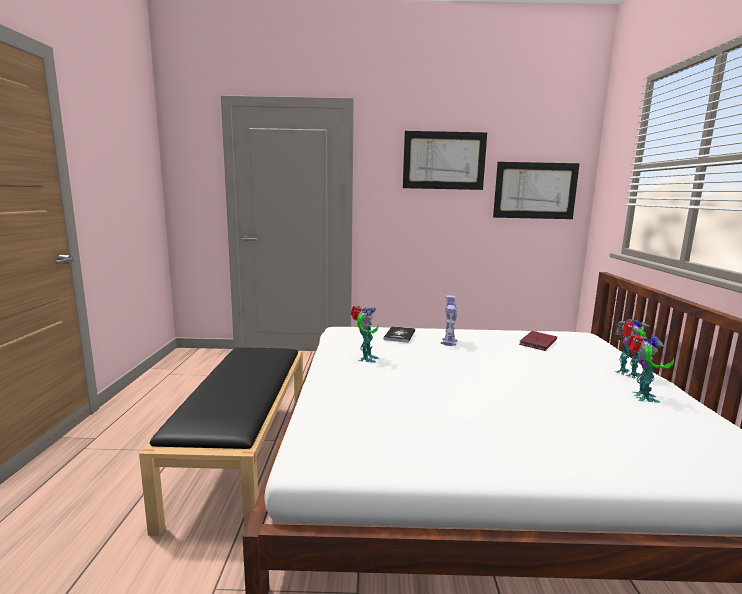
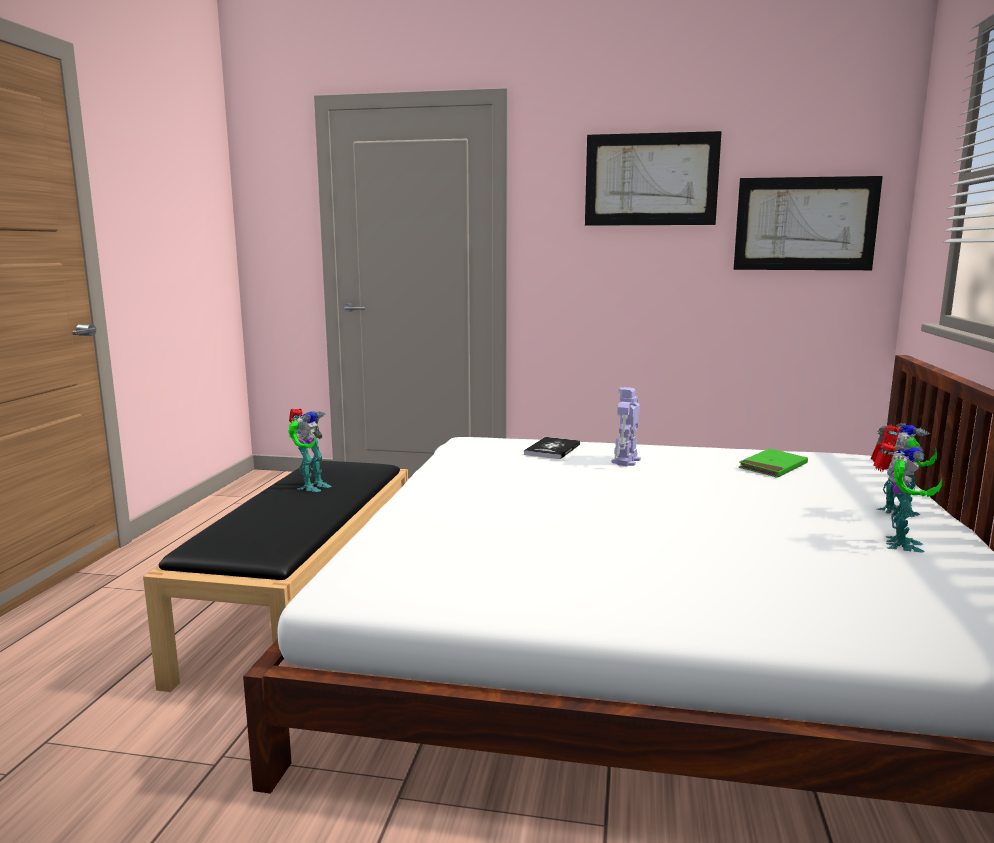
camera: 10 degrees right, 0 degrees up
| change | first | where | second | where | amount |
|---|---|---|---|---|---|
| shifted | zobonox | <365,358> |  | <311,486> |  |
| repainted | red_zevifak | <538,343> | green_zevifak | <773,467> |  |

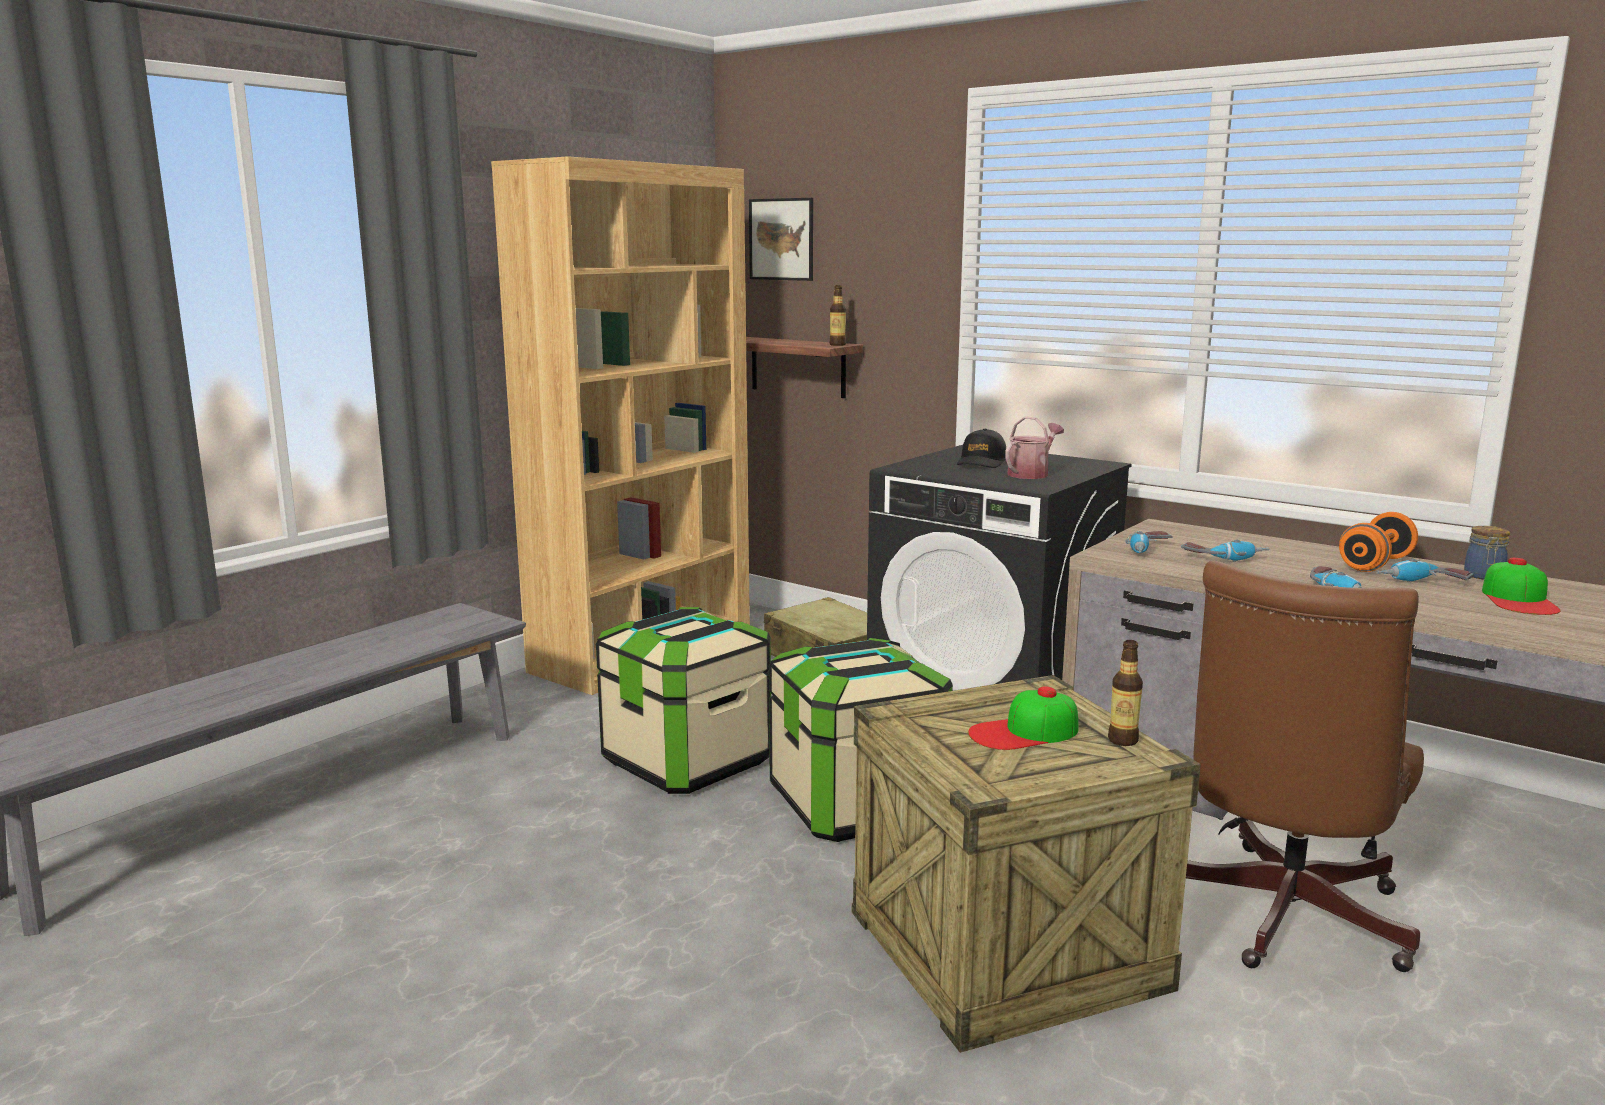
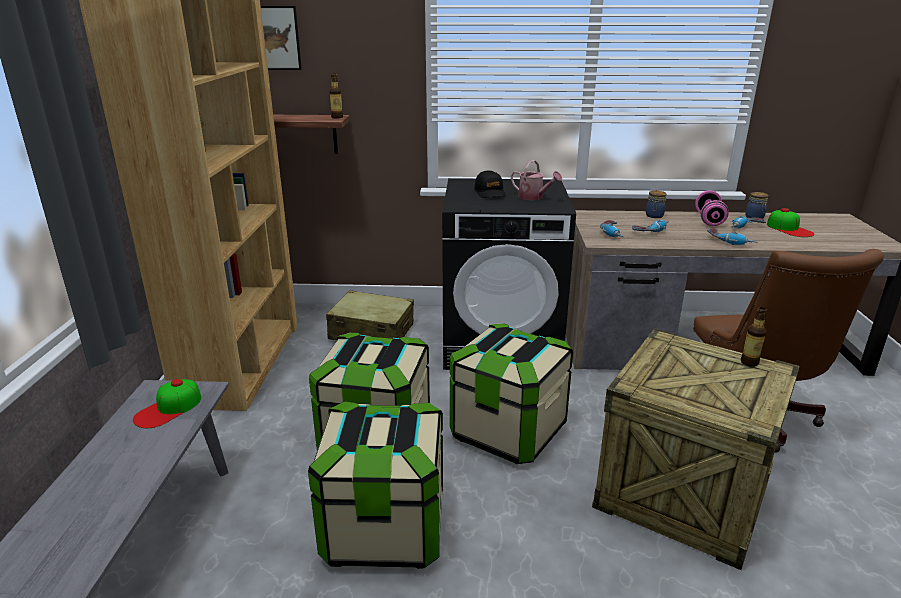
camera: 35 degrees left, 10 degrees up
| change | first | where | second | where | amount |
|---|---|---|---|---|---|
| shifted | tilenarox | <1024,732> |  | <168,409> |  |
| rotated | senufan | <1031,474> |  | <534,197> | 120 degrees clockwise |
| repainted | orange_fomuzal | <1375,564> | pink_fomuzal | <709,220> |  |
| new |  |  | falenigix | <385,528> |  |
| new |  |  | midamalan | <654,216> |  |

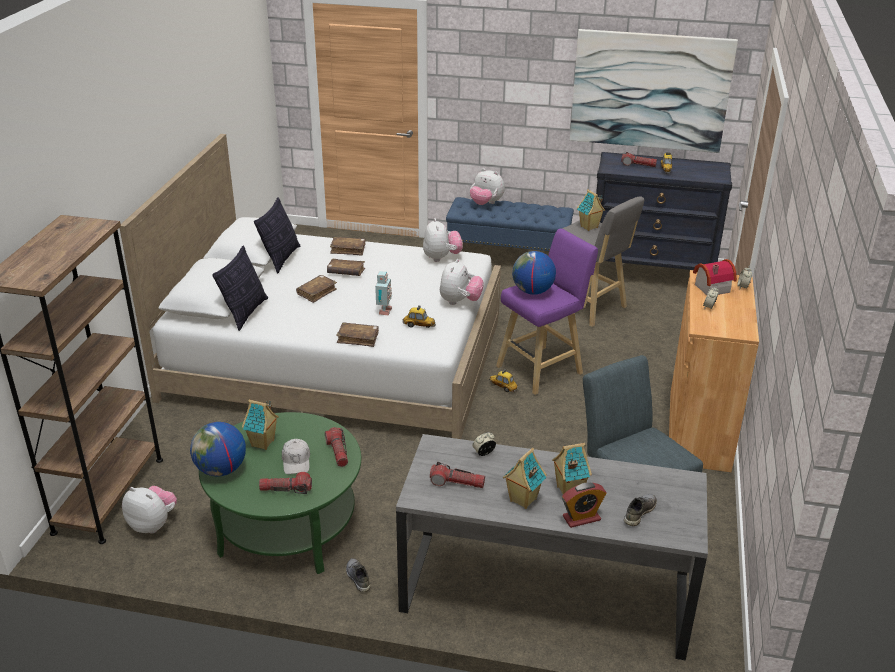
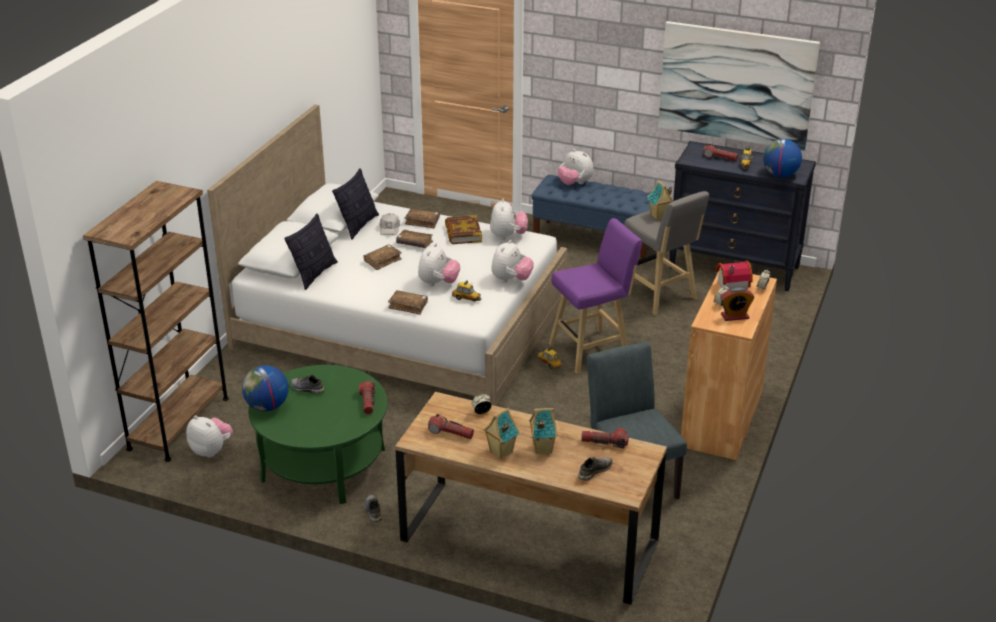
camera: 10 degrees right, 0 degrees up
| change | first | where | second | where | amount |
|---|---|---|---|---|---|
| swapped | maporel | <263,443> | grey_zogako | <306,389> |  |
| shifted | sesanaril | <286,489> |  | <604,443> |  |
| shifted | white_tilenarox | <296,461> |  | <389,229> |  |
| swapped | zobonox | <383,311> | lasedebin | <438,283> |  |
| repainted | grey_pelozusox | <545,593> | brown_pelozusox | <529,540> |  |
| shifted | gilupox | <532,291> |  | <780,175> |  |
| shifted | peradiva | <581,518> |  | <735,316> |  |
| new |  |  | zevifak | <463,233> |  |

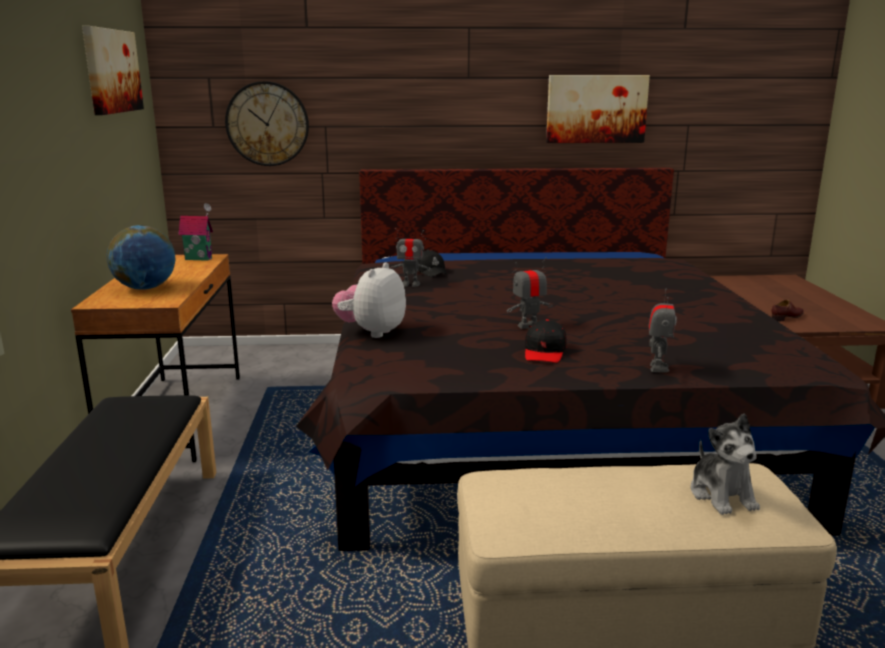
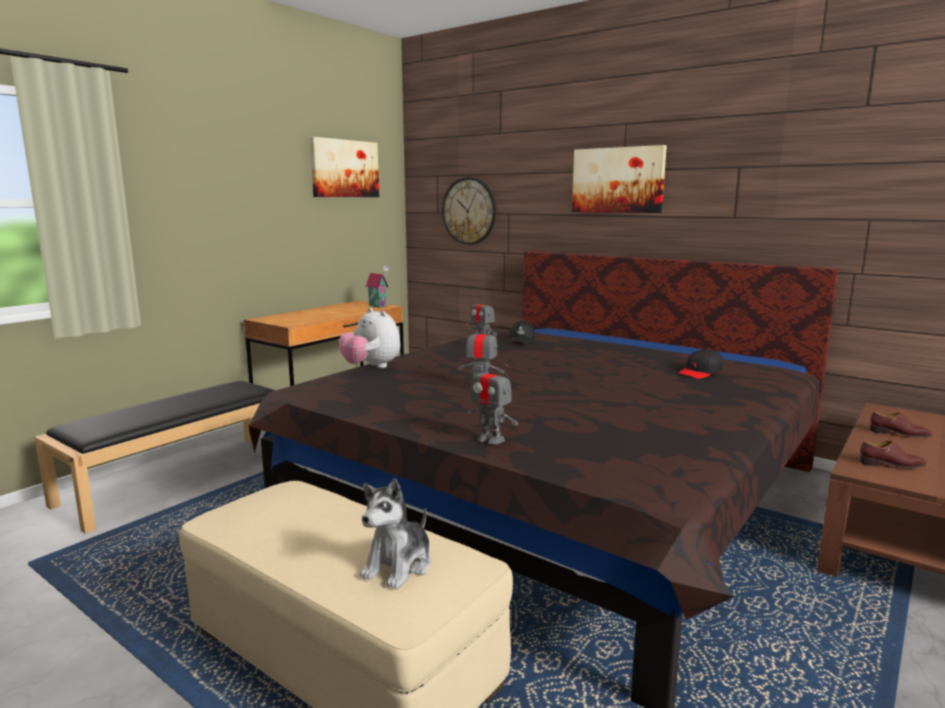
camera: 40 degrees right, 5 degrees down
| change | first | where | second | where | amount |
|---|---|---|---|---|---|
| gone | gilupox | <145,288> |  |  |  |
| rotated | lasedebin | <371,332> |  | <371,367> | 105 degrees counterclockwise |
| shifted | black_tilenarox | <545,352> |  | <700,372> |  |
| shifted | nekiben | <596,109> |  | <618,180> |  |
| rotated | zobonox | <657,367> |  | <490,439> | 75 degrees clockwise |
| new |  |  | brown_zogako | <899,434> |  |

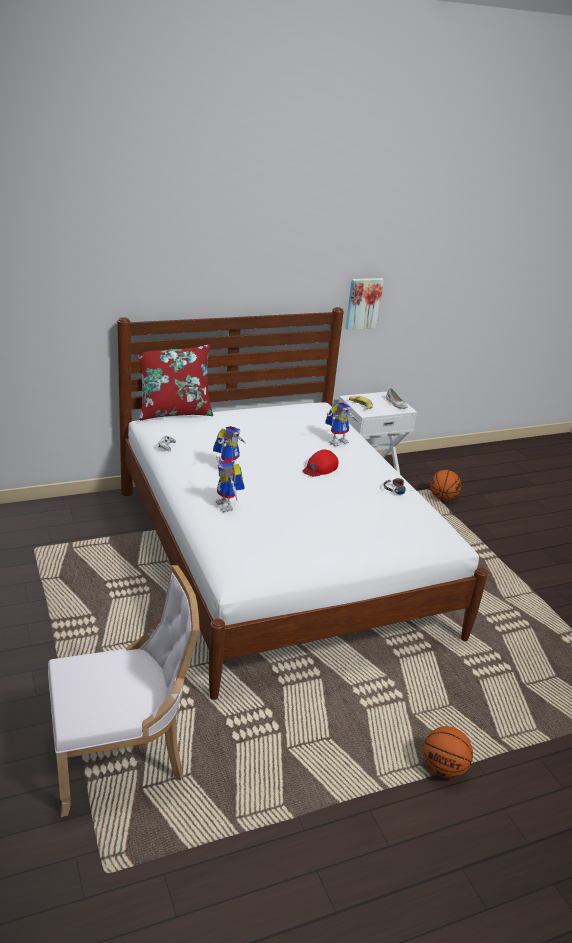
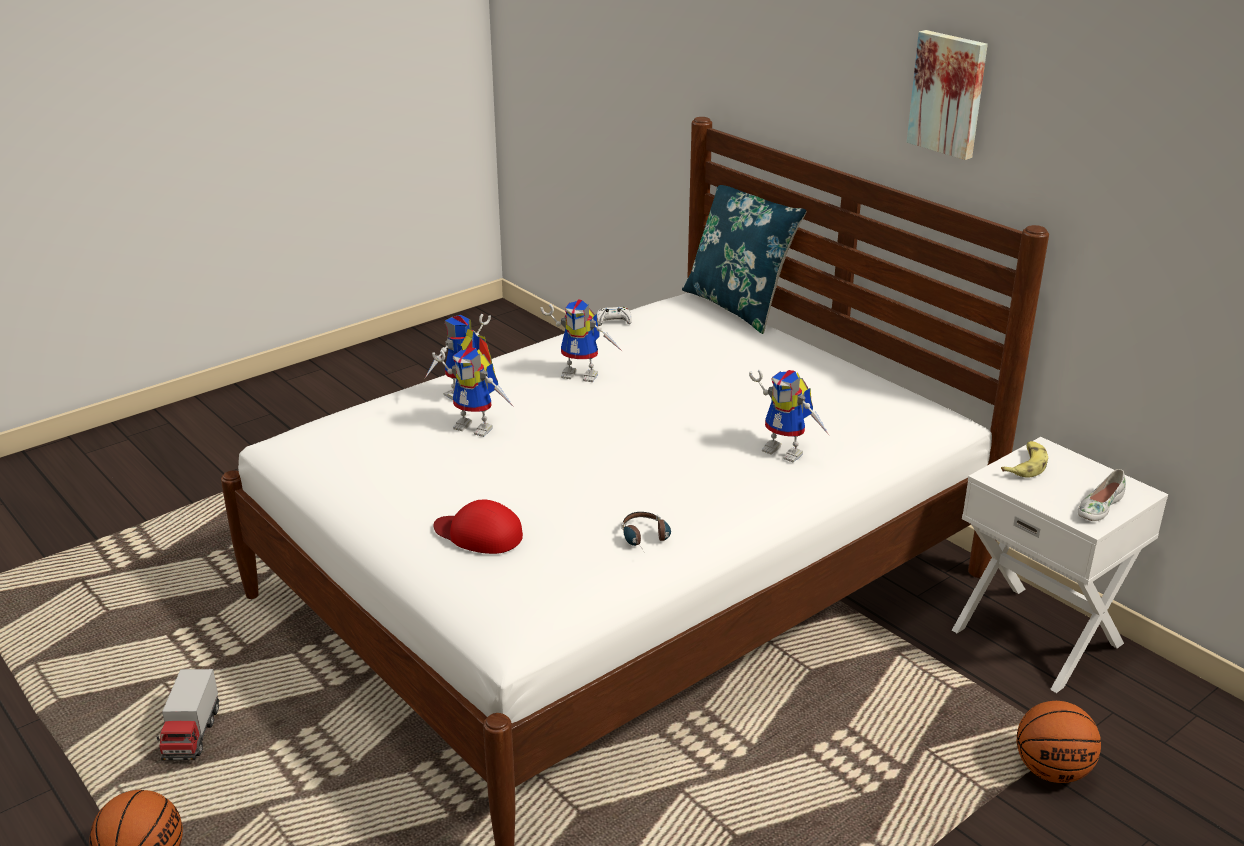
camera: 75 degrees right, 0 degrees up
| change | first | where | second | where | amount |
|---|---|---|---|---|---|
| gone | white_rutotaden | <123,757> |  |  |  |
| repainted | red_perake | <174,412> | blue_perake | <738,306> |  |
| shifted | red_tilenarox | <320,468> |  | <479,534> |  |
| shifted | nekiben | <363,303> |  | <949,94> |  |
| new |  |  | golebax | <192,735> |  |
| new |  |  | zobonox | <479,426> |  |

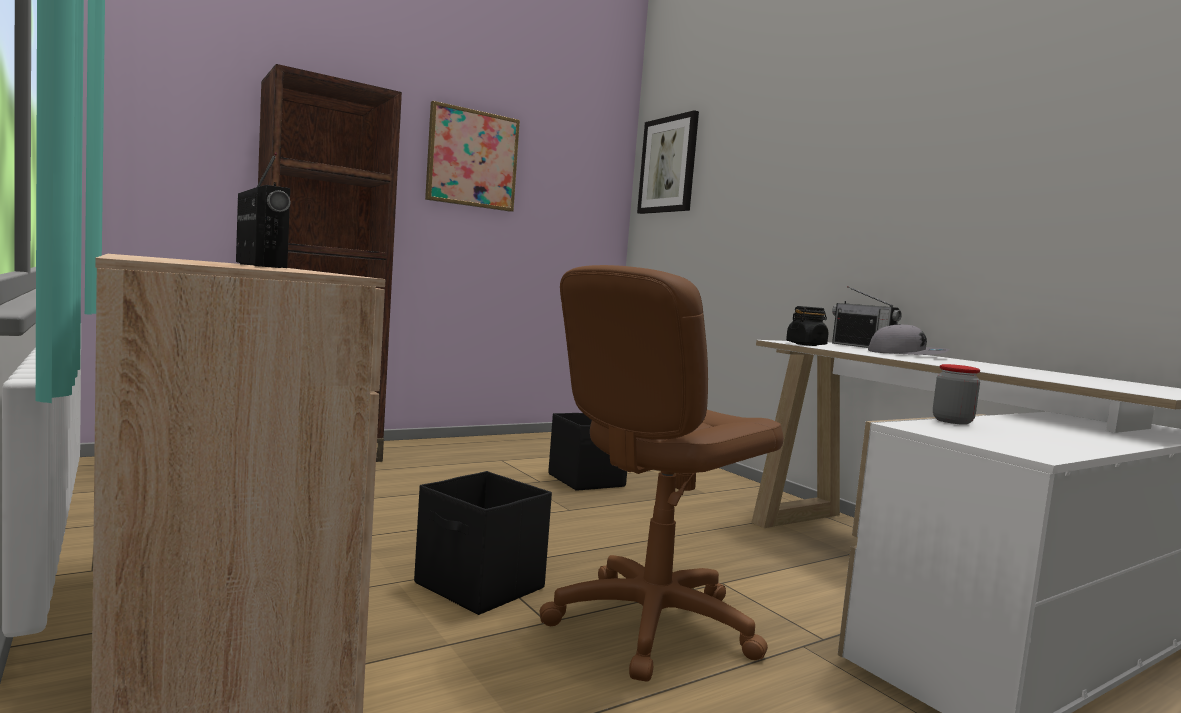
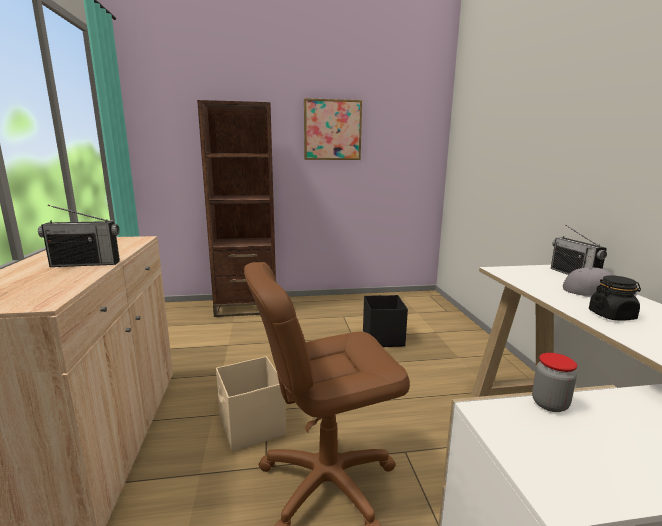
camera: 25 degrees right, 10 degrees up
| change | first | where | second | where | amount |
|---|---|---|---|---|---|
| rotated | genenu | <260,266> |  | <86,264> | 90 degrees clockwise |
| repainted | black_falenigix | <480,586> | beige_falenigix | <251,427> |  |
| gone | nekiben | <668,165> |  |  |  |
| shifted | black_midamalan | <806,344> |  | <612,315> |  |

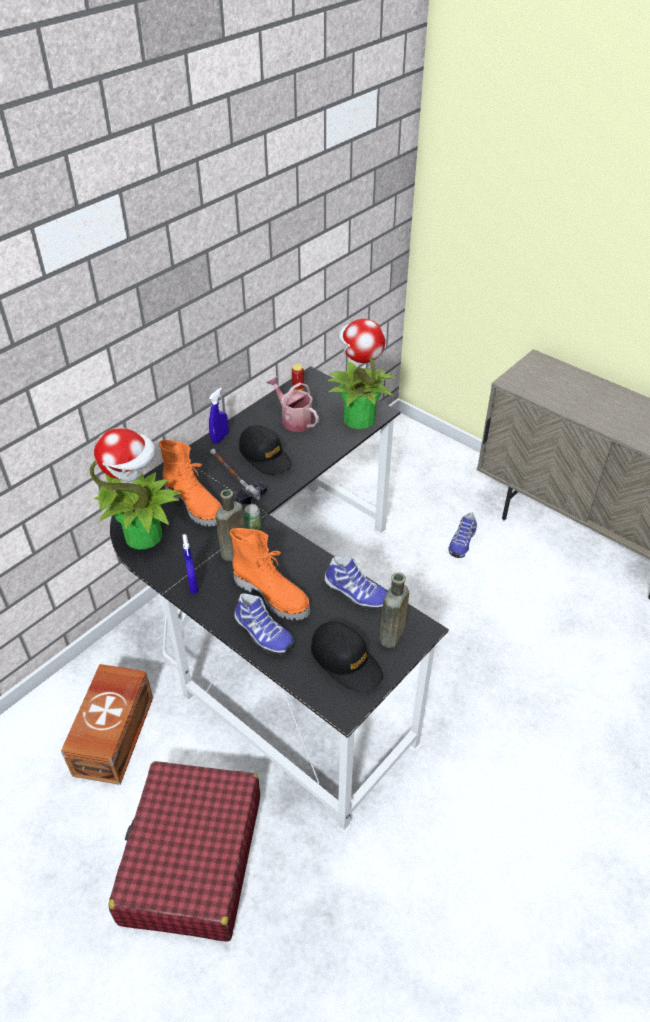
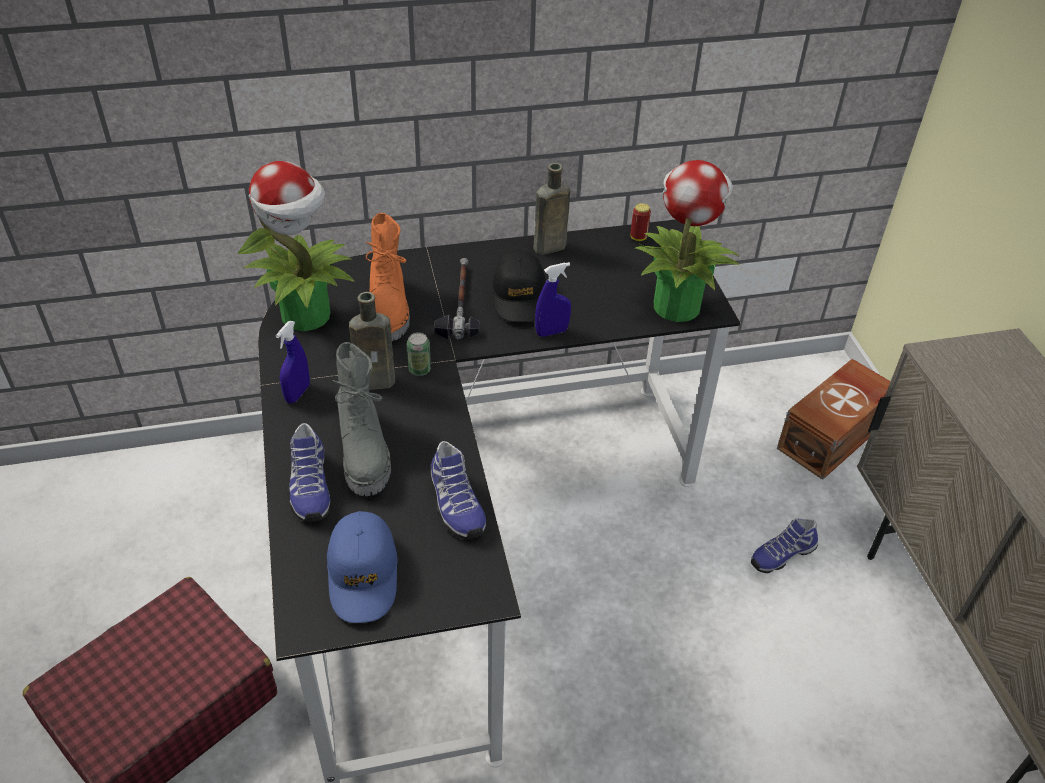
camera: 35 degrees right, 0 degrees up
| change | first | where | second | where | amount |
|---|---|---|---|---|---|
| shifted | brown_falenigix | <116,734> |  | <833,436> |  |
| shifted | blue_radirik | <220,438> |  | <552,332> |  |
| repainted | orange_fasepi | <273,595> | grey_fasepi | <365,452> |  |
| gone | senufan | <294,419> |  |  |  |
| repainted | black_tilenarox | <346,661> | blue_tilenarox | <363,574> |  |
| shifted | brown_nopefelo | <391,637> |  | <547,248> |  |

